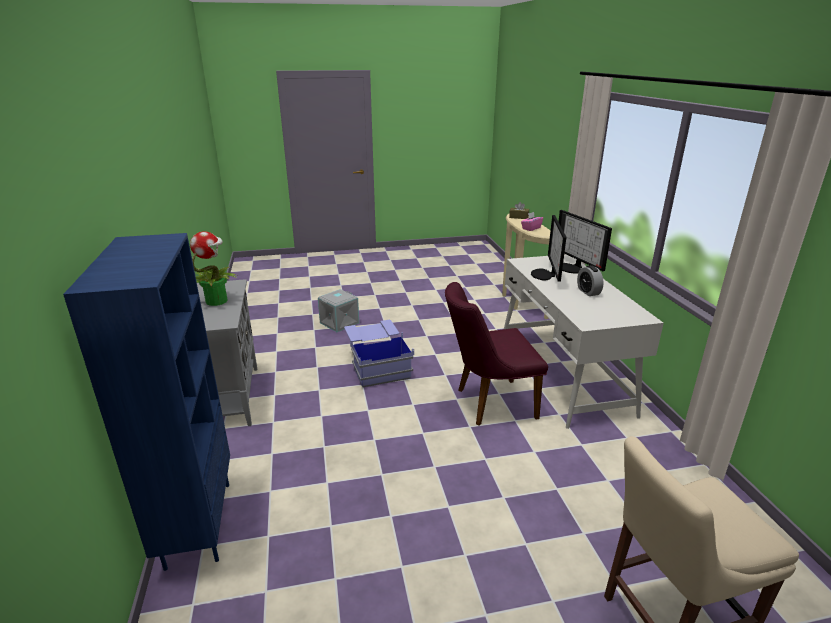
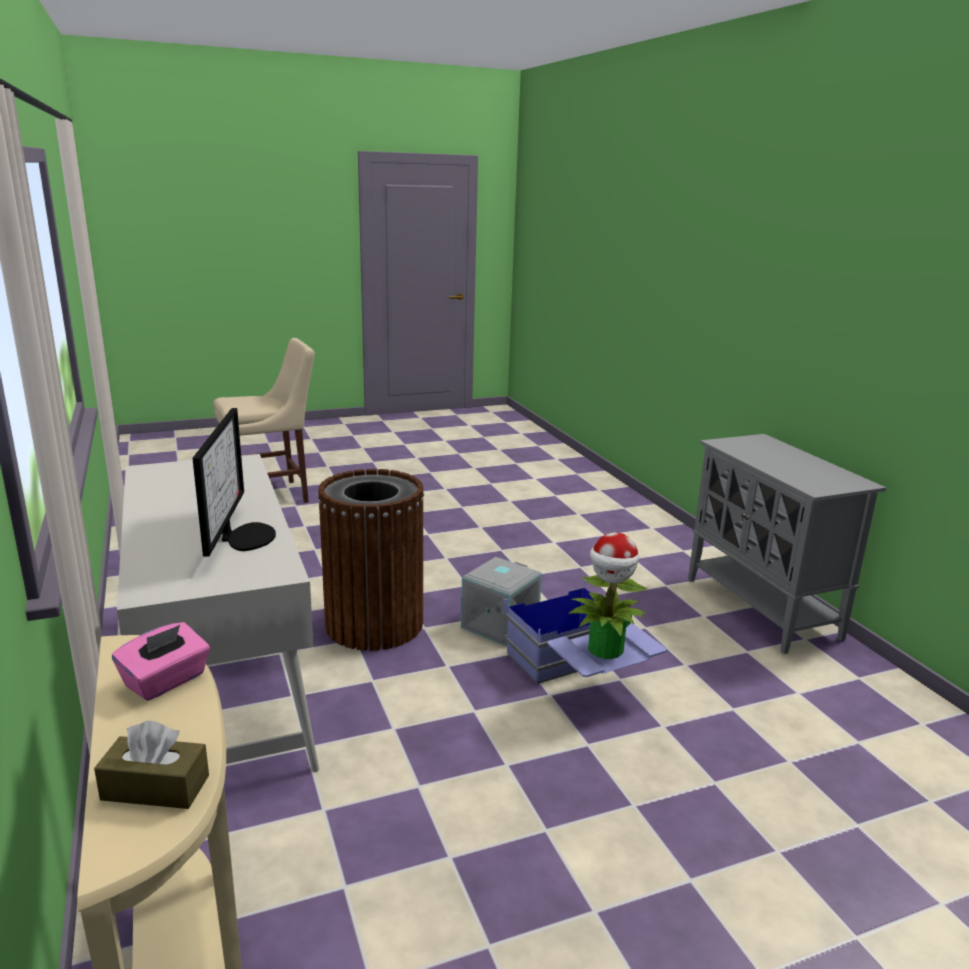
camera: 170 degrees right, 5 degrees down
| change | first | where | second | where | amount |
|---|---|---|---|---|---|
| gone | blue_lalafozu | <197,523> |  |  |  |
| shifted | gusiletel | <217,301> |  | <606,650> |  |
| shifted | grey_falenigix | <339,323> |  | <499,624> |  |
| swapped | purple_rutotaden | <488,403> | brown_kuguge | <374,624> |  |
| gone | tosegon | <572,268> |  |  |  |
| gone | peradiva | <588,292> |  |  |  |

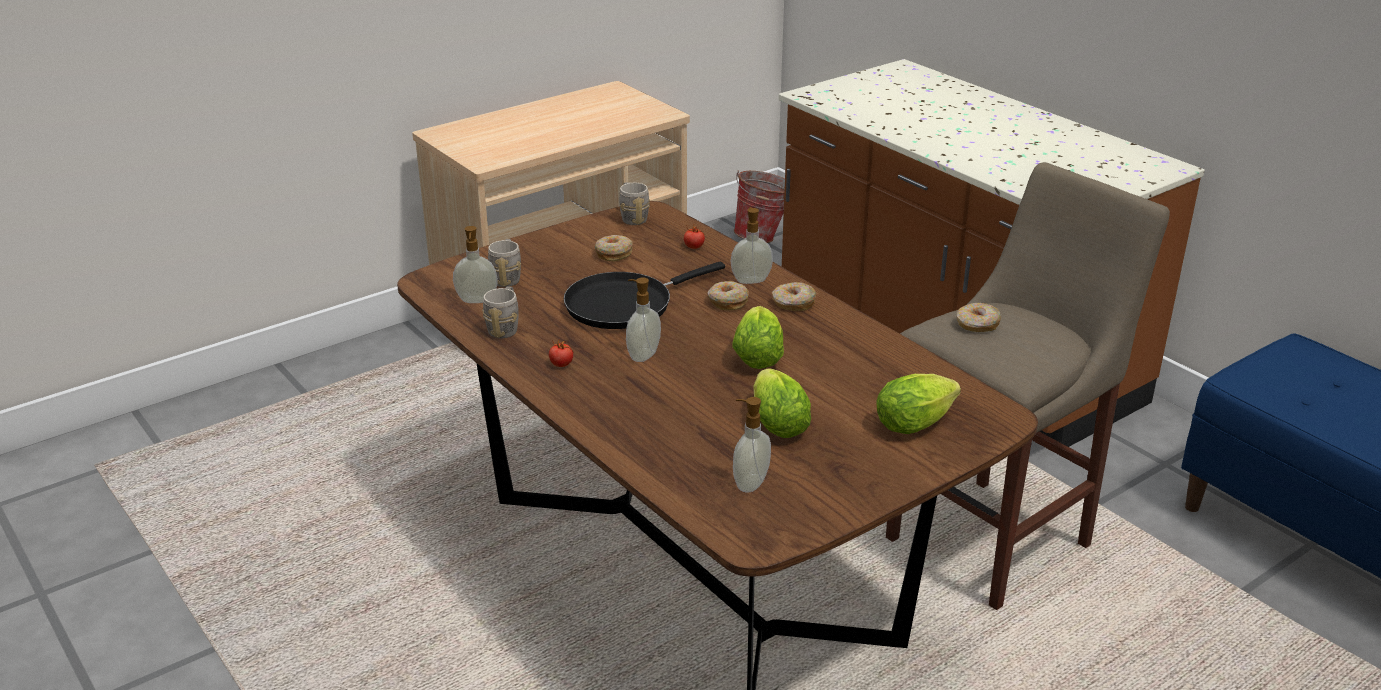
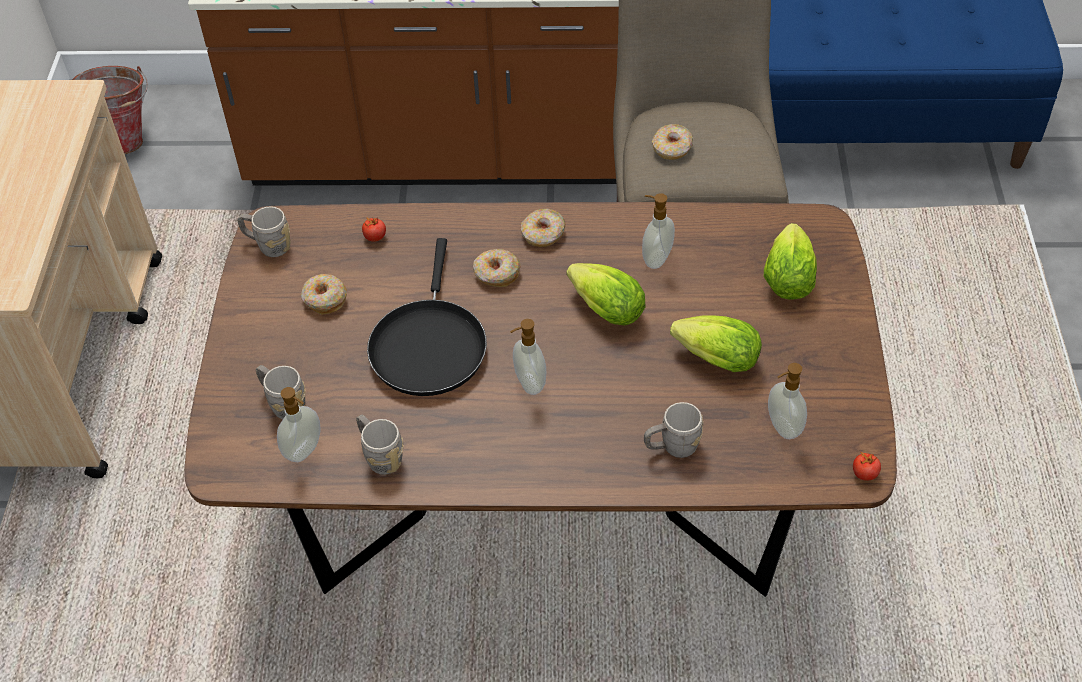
camera: 50 degrees left, 20 degrees up
| change | first | where | second | where | amount |
|---|---|---|---|---|---|
| shifted | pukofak | <561,364> |  | <864,474> |  |
| shifted | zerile | <750,280> |  | <655,258> |  |
| new |  |  | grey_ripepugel | <672,447> |  |

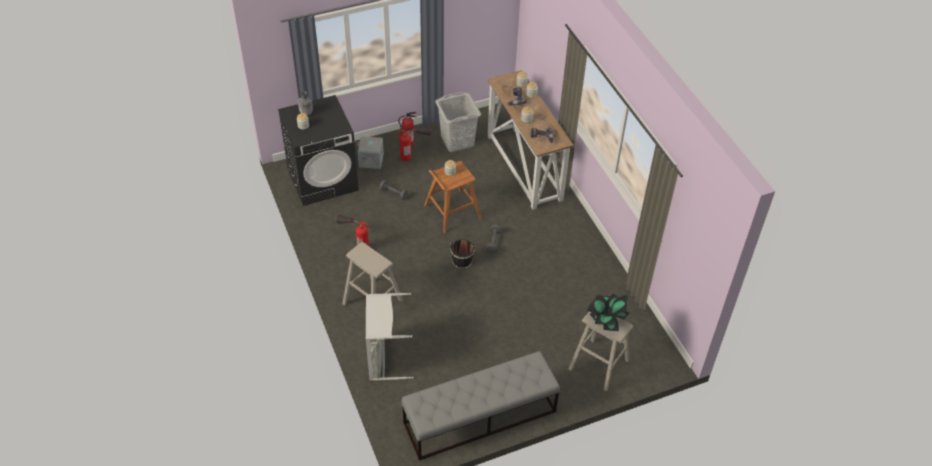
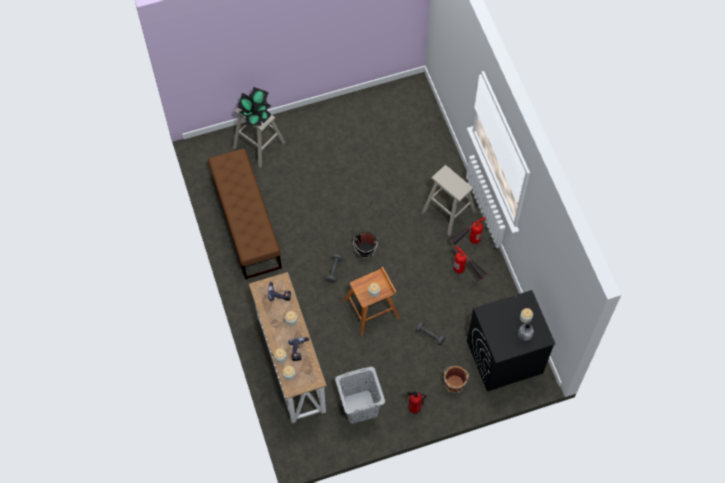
camera: 175 degrees left, 15 degrees up
| change | first | where | second | where | amount |
|---|---|---|---|---|---|
| swapped | grey_falenigix | <371,160> | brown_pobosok | <454,383> |  |
| gone | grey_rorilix | <384,358> |  |  |  |
| shifted | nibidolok | <414,153> |  | <466,243> |  |
| gone | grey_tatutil | <479,417> |  |  |  |
| new |  |  | brown_tatutil | <246,221> |  |

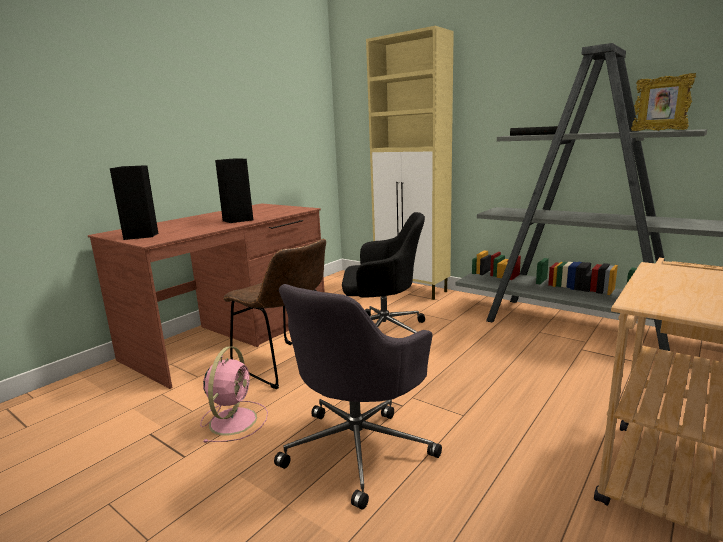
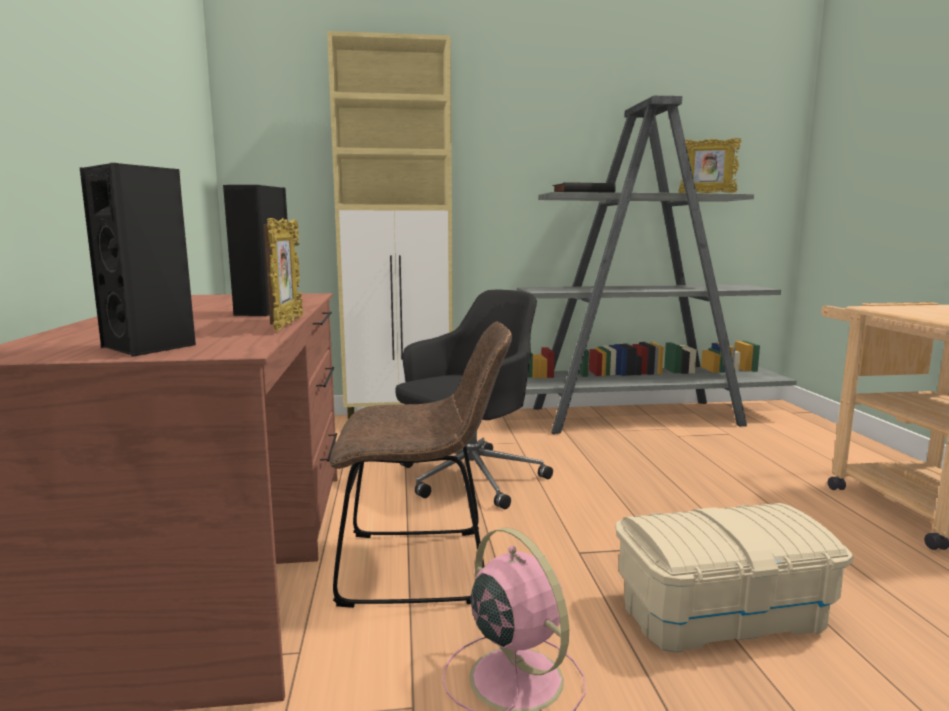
camera: 45 degrees left, 5 degrees down
| change | first | where | second | where | amount |
|---|---|---|---|---|---|
| swapped | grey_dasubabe | <359,447> | beige_falenigix | <721,613> |  |
| new |  |  | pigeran | <287,324> |  |

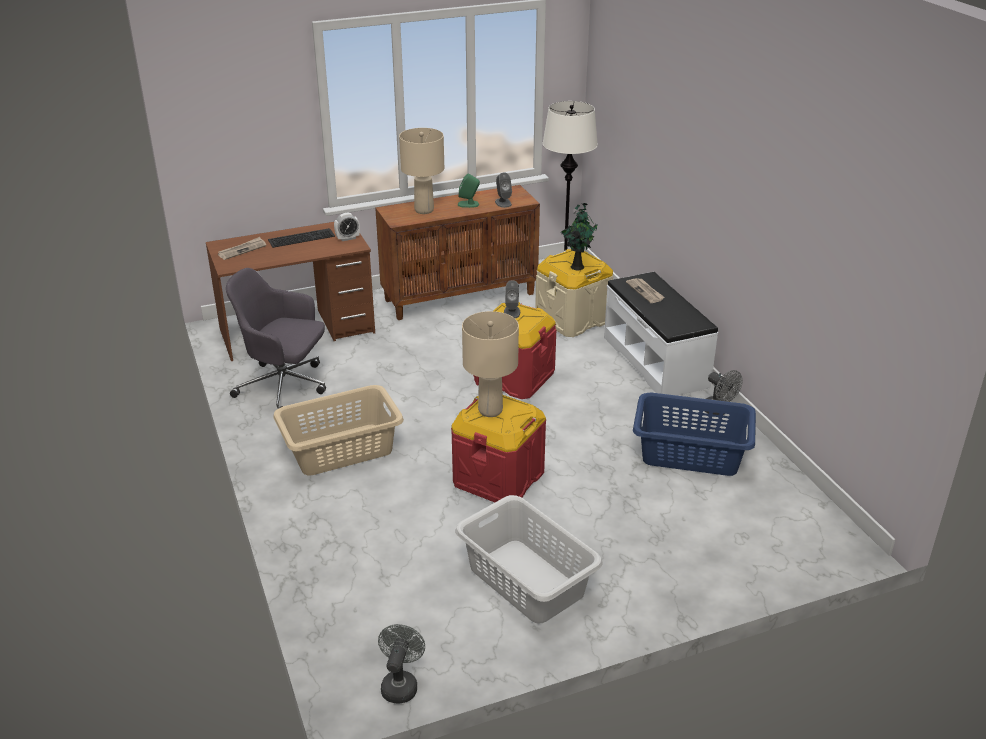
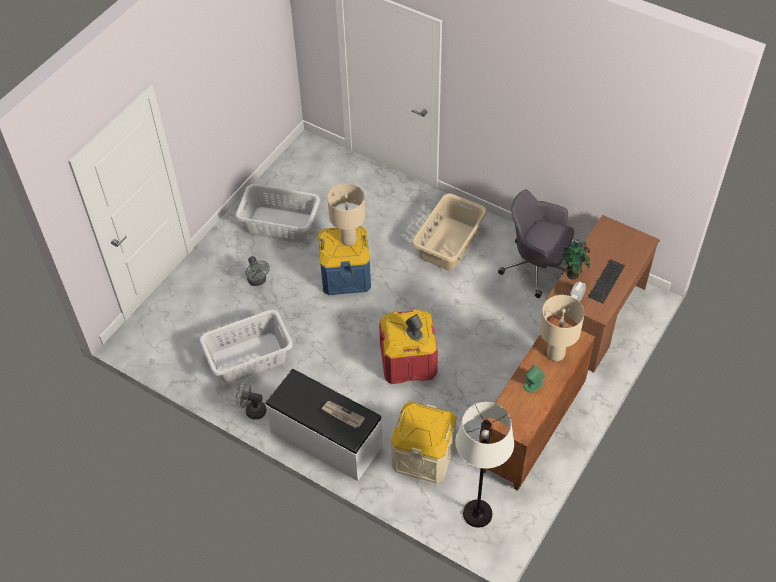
camera: 145 degrees right, 20 degrees up
| change | first | where | second | where | amount |
|---|---|---|---|---|---|
| gone | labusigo | <242,250> |  |  |  |
| rotated | grey_dasubabe | <285,387> |  | <536,267> | 135 degrees counterclockwise |
| shifted | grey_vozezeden | <400,684> |  | <258,281> |  |
| repainted | red_falenigix | <498,478> | blue_falenigix | <345,275> |  |
| gone | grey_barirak | <503,203> |  |  |  |
| shifted | gusiletel | <577,266> |  | <573,275> |  |
| repainted | blue_rorilix | <691,454> | grey_rorilix | <248,358> |  |

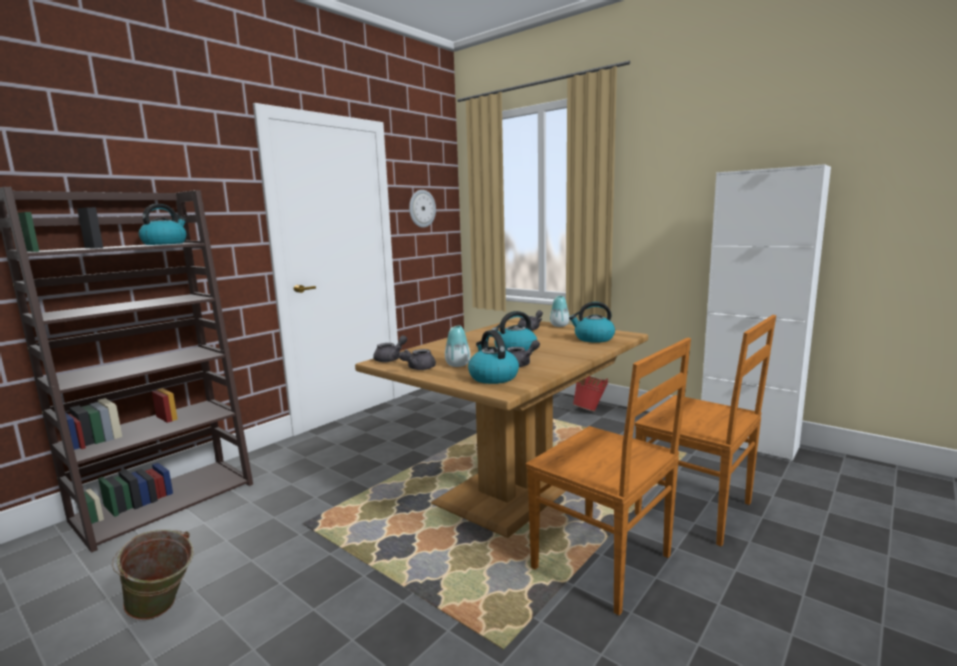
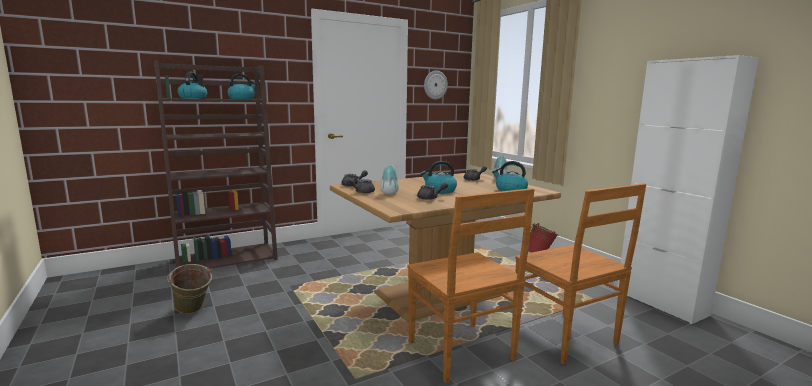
camera: 20 degrees right, 0 degrees up
| change | first | where | second | where | amount |
|---|---|---|---|---|---|
| shifted | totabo | <492,377> |  | <193,98> |  |

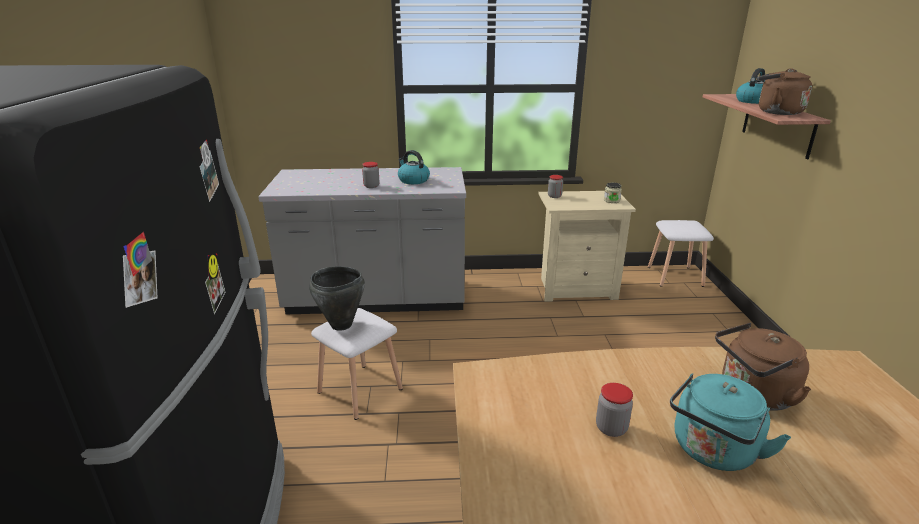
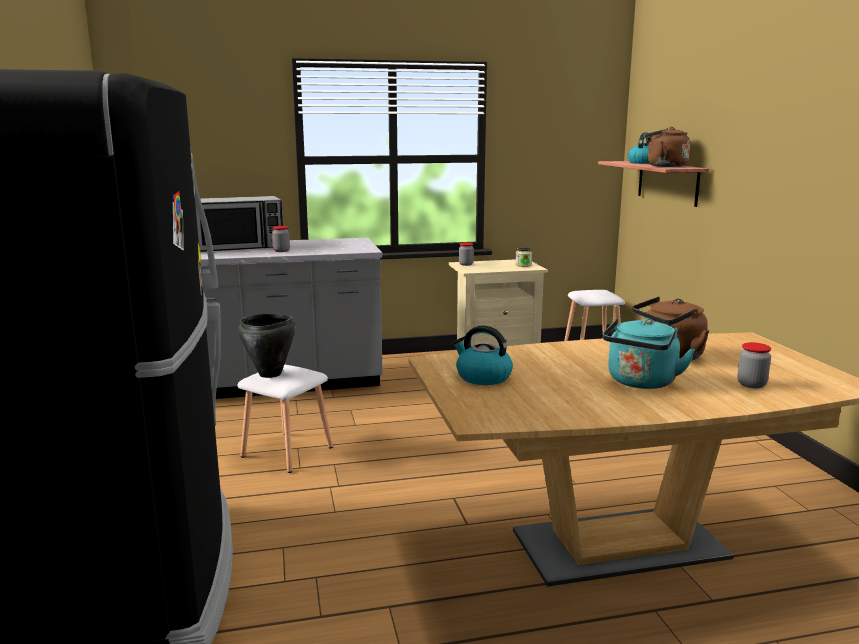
camera: 10 degrees left, 10 degrees down
| change | first | where | second | where | amount |
|---|---|---|---|---|---|
| shifted | totabo | <413,180> |  | <482,377> |  |
| shifted | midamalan | <611,428> |  | <751,384> |  |
| new |  |  | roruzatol | <237,247> |  |

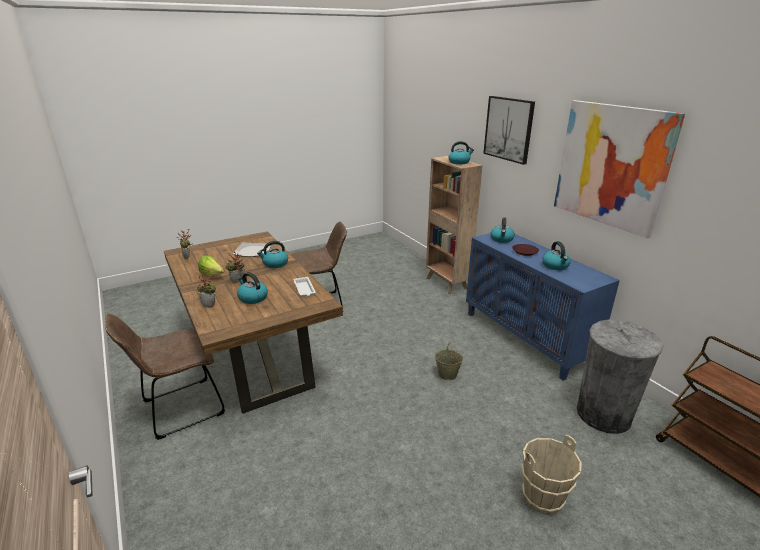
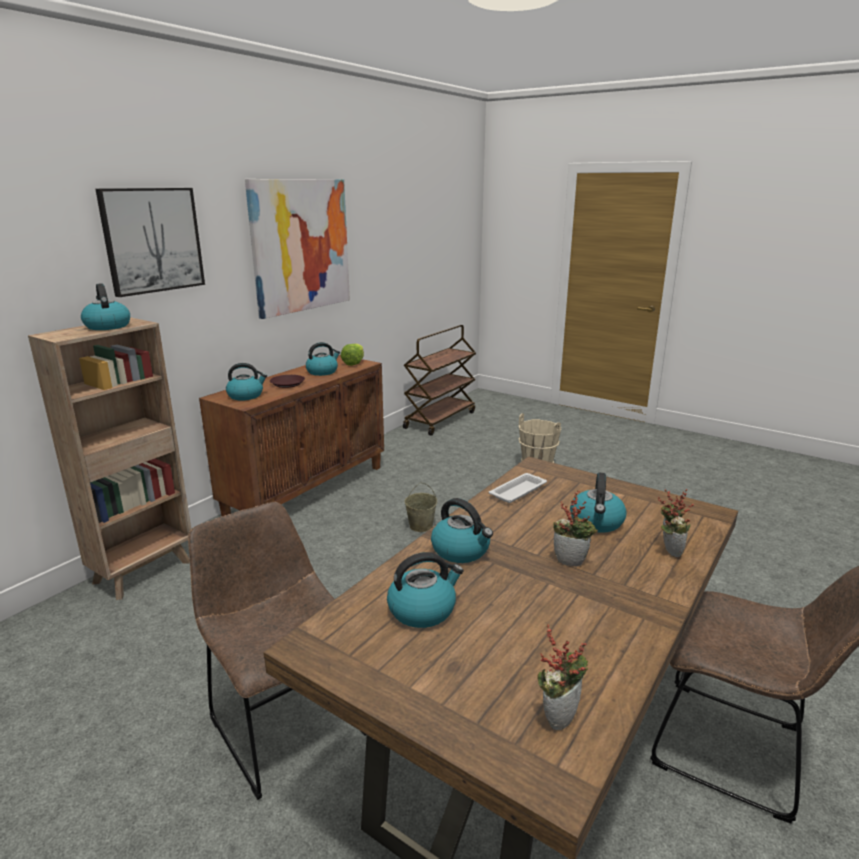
camera: 115 degrees left, 5 degrees down
| change | first | where | second | where | amount |
|---|---|---|---|---|---|
| shifted | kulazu | <212,275> |  | <354,363> |  |
| swapped | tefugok | <253,251> | totabo | <423,609> |  |
| repainted | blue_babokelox | <526,338> | brown_babokelox | <307,490> |  |
| gone | grey_kuguge | <603,414> |  |  |  |

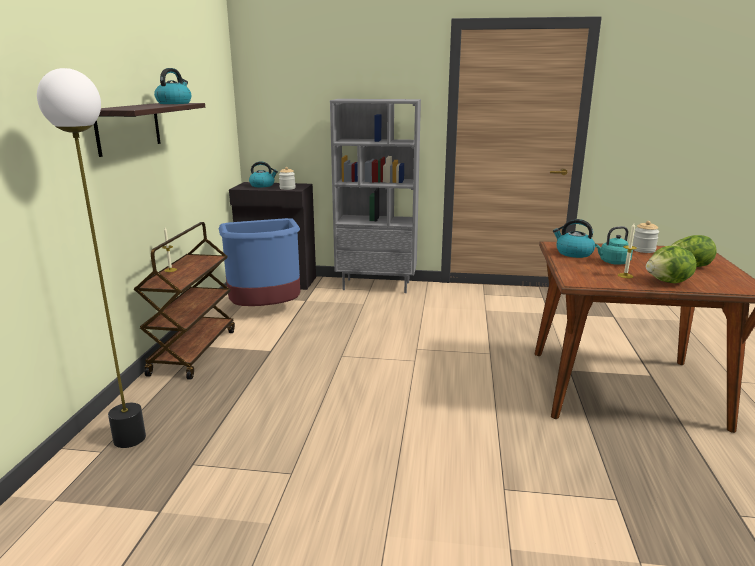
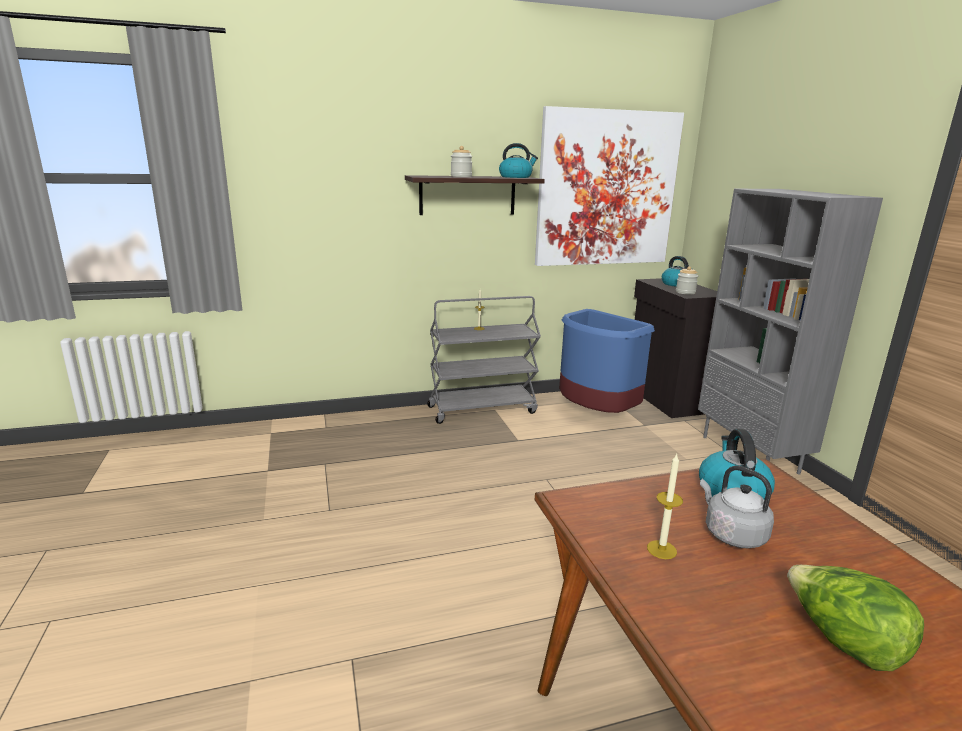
camera: 65 degrees right, 0 degrees up
| change | first | where | second | where | amount |
|---|---|---|---|---|---|
| gone | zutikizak | <130,438> |  |  |  |
| repainted | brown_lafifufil | <193,351> | grey_lafifufil | <482,409> |  |
| repainted | turquoise_totabo | <612,262> | grey_totabo | <731,534> |  |
| shifted | midamalan | <643,250> |  | <461,176> |  |
| gone | kulazu | <668,282> |  |  |  |
| new |  |  | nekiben | <606,189> |  |

